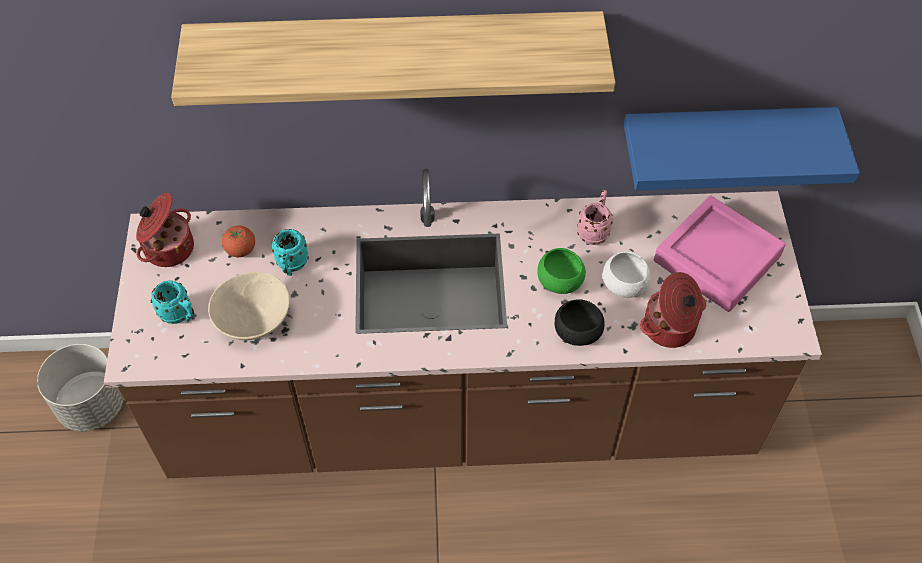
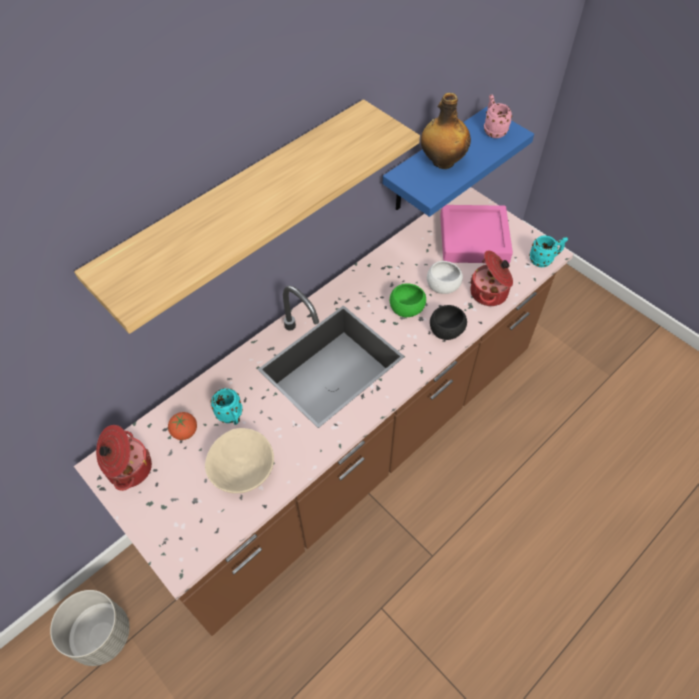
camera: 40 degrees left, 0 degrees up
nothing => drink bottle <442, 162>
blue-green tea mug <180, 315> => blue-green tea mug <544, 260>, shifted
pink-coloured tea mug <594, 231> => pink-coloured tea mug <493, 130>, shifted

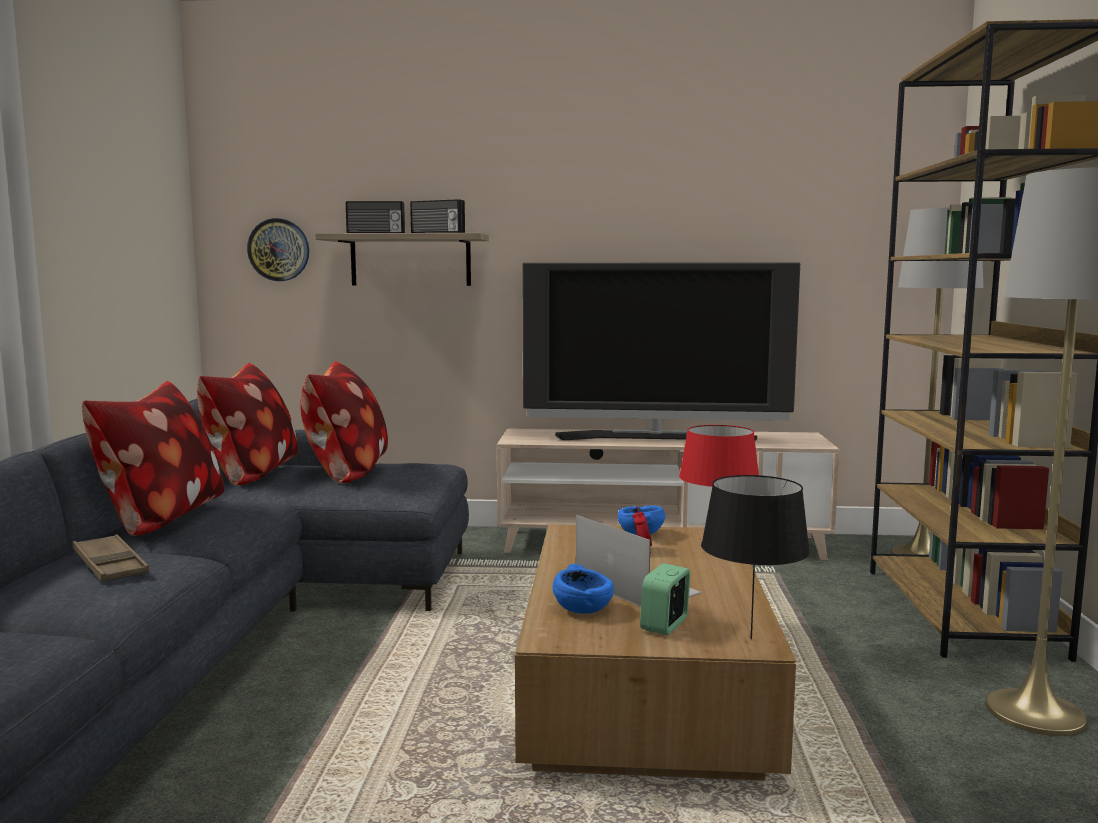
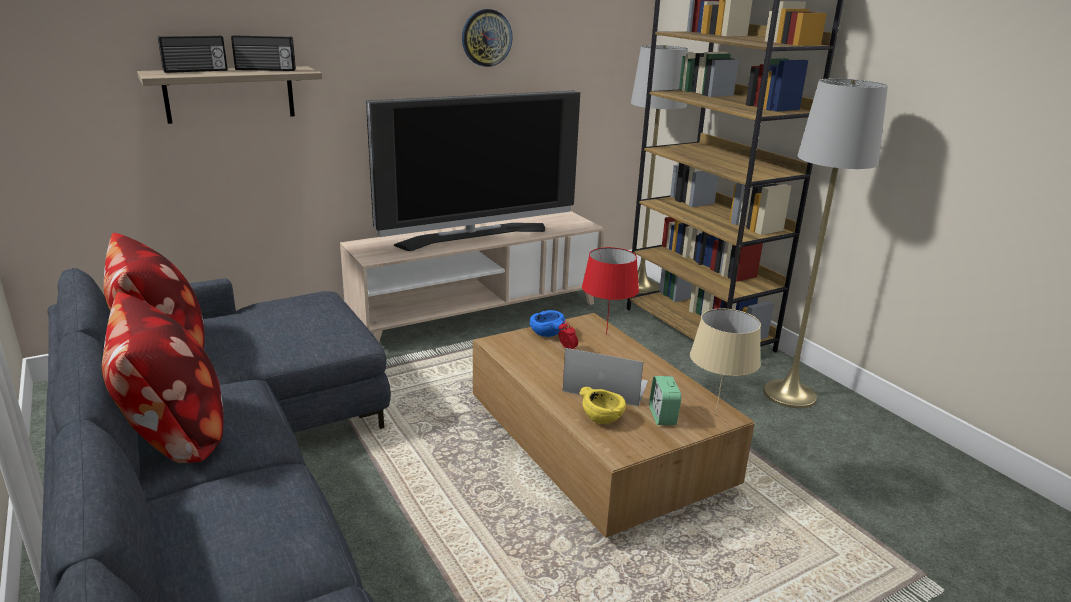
camera: 35 degrees left, 15 degrees up
brown serving tray <110, 565> => nothing
cushion <346, 472> => nothing
clock on the wall <279, 250> => clock on the wall <486, 38>, shifted
blue bowl <583, 609> => yellow bowl <602, 418>
blackish table lamp <750, 639> => sand-coloured table lamp <716, 412>

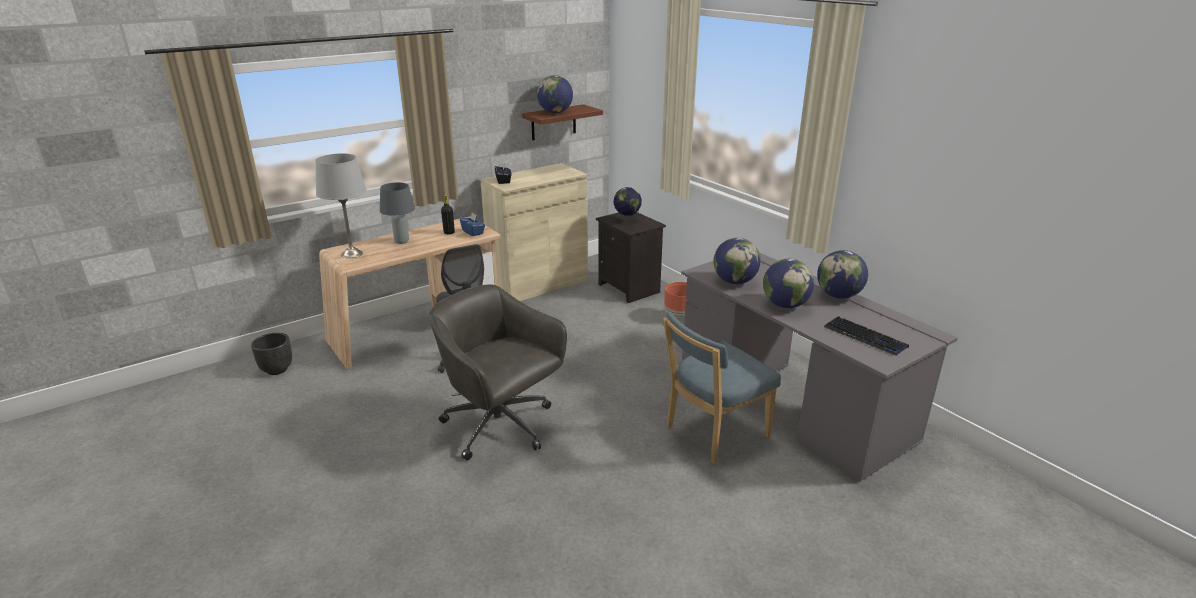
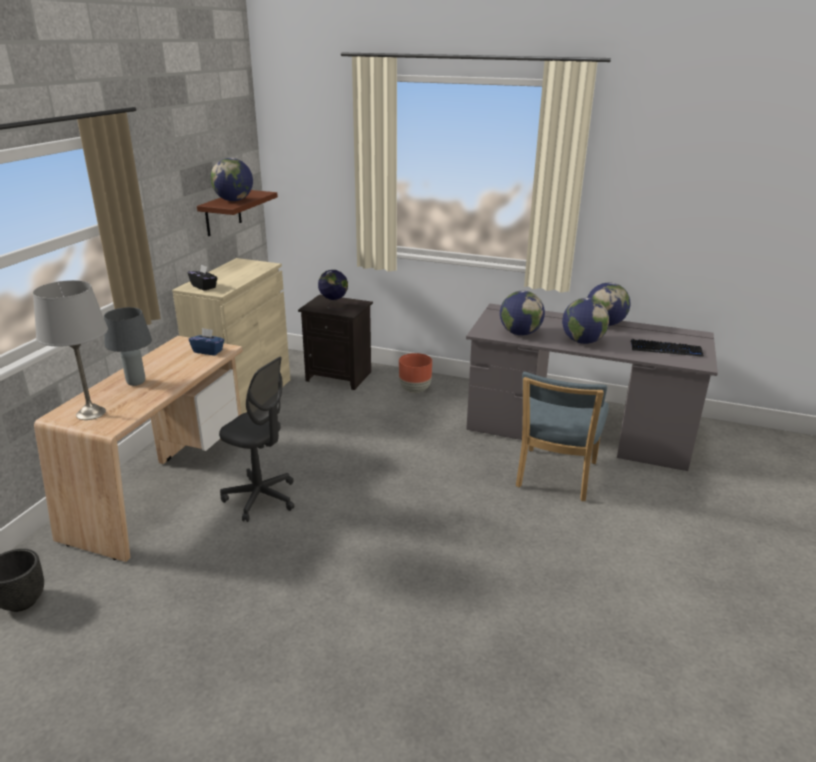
camera: 35 degrees left, 0 degrees up
grey computer chair <501, 427> => nothing
blackish drink bottle <449, 232> => nothing

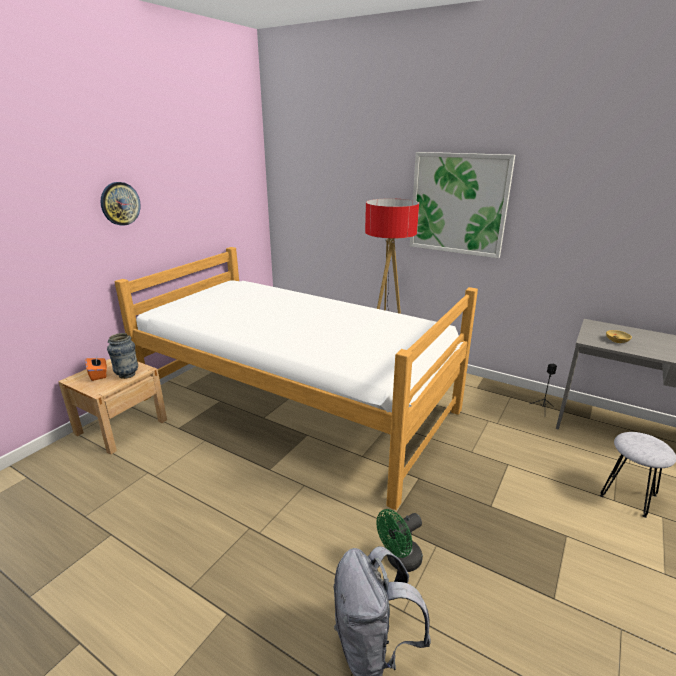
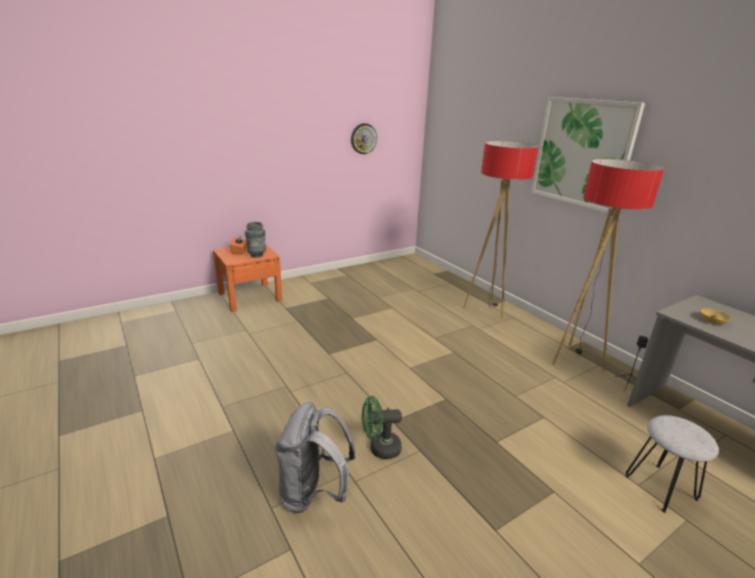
camera: 25 degrees right, 0 degrees up
bedroom bed <297, 404> => nothing
nothing => standard lamp <575, 359>
clock on the wall <120, 203> => clock on the wall <363, 138>, shifted
sand-coloured nightstand <121, 427> => orange-coloured nightstand <250, 297>

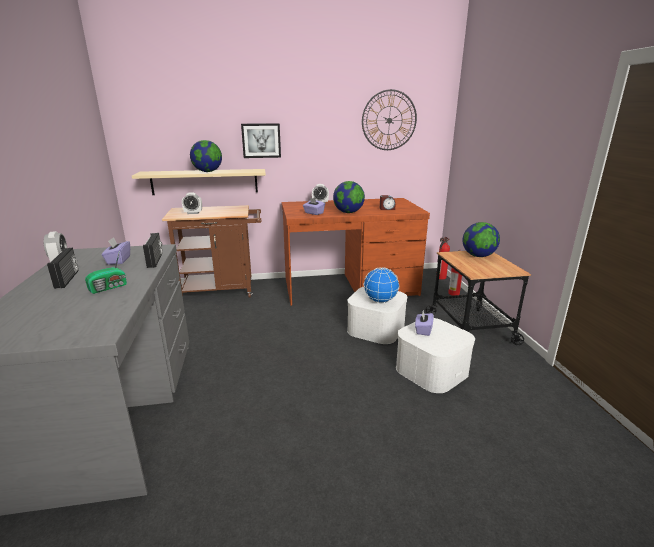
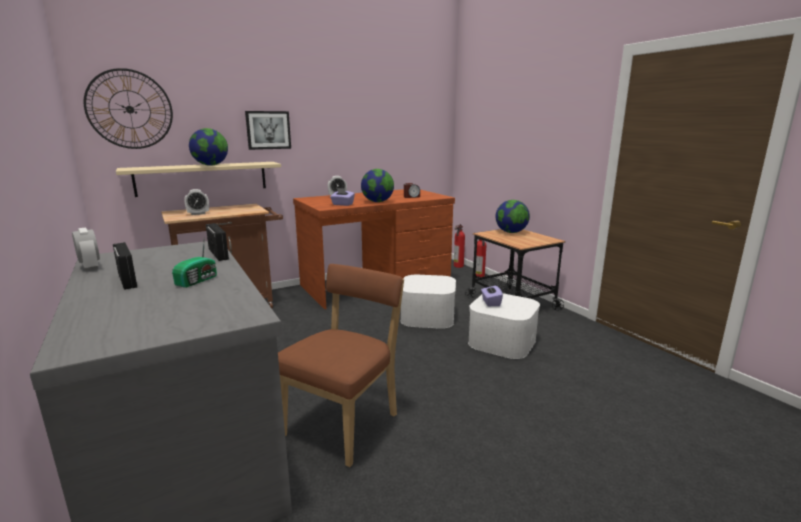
camera: 20 degrees left, 5 degrees down
purple box of tissues <118, 260> => nothing
globe <380, 301> => nothing
nothing => brown chair <345, 422>
clock on the wall <389, 120> => clock on the wall <130, 109>, shifted

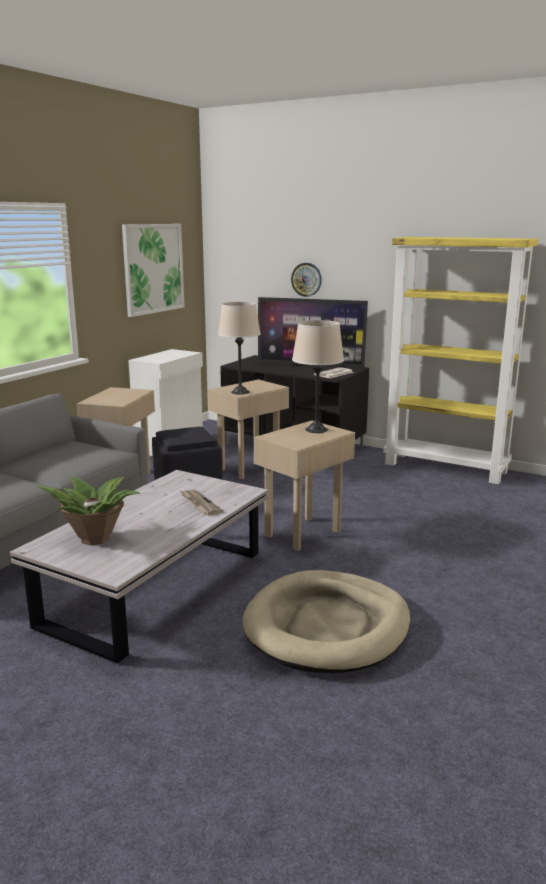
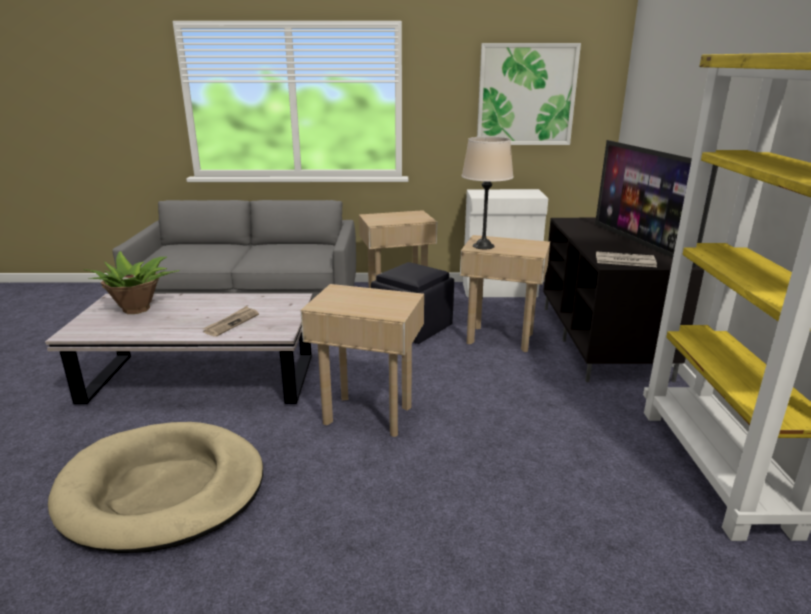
camera: 60 degrees right, 5 degrees up
clock on the wall <306, 279> => nothing
sand-coloured table lamp <316, 429> => nothing

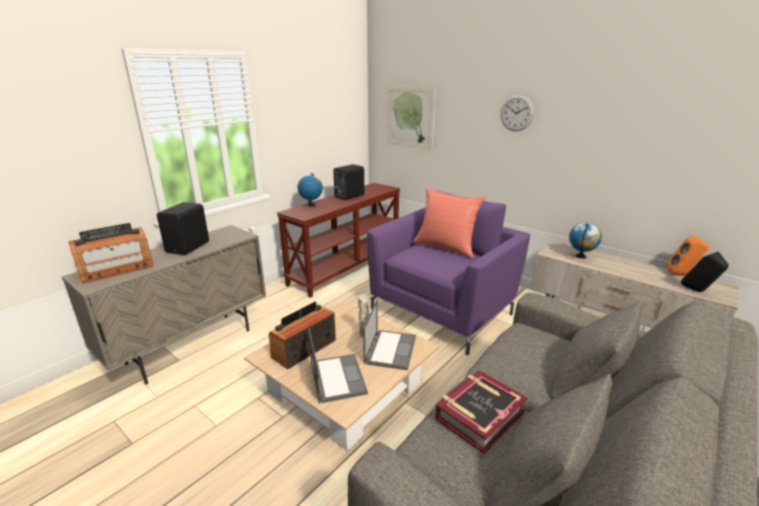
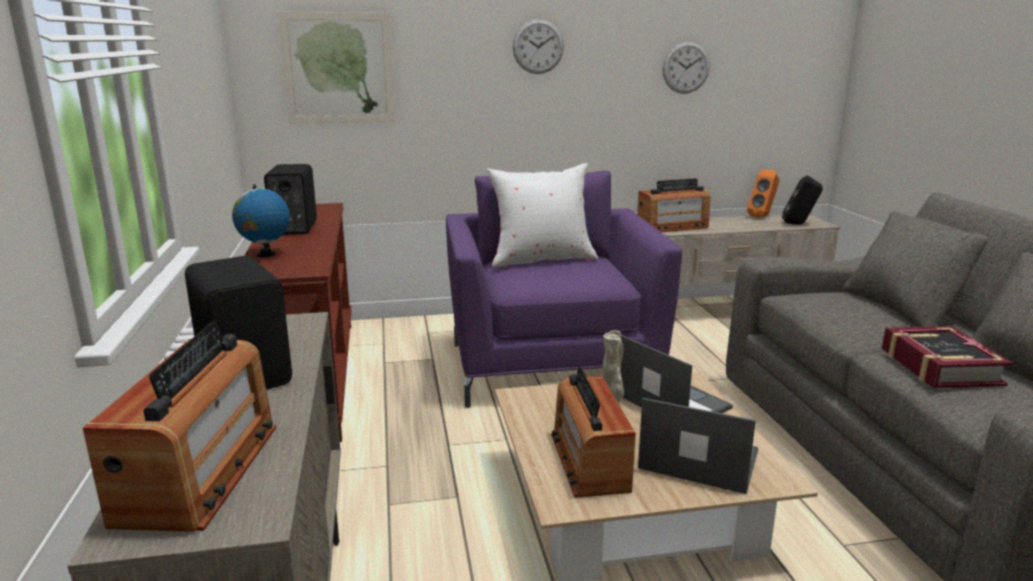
camera: 50 degrees left, 5 degrees down
nothing => clock on the wall <686, 67>
globe <581, 256> => radio receiver <672, 227>
reddish cushion <445, 247> => white-coloured cushion <541, 259>

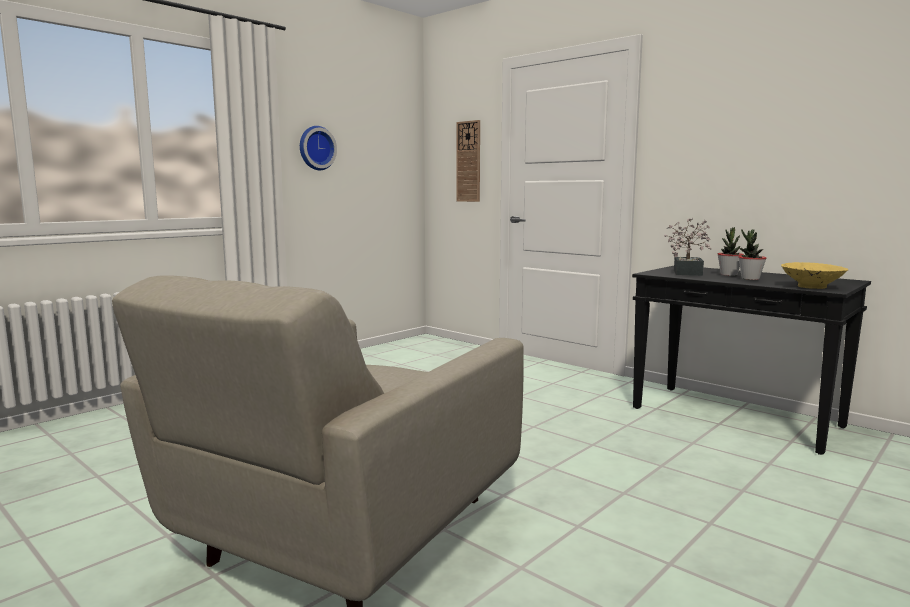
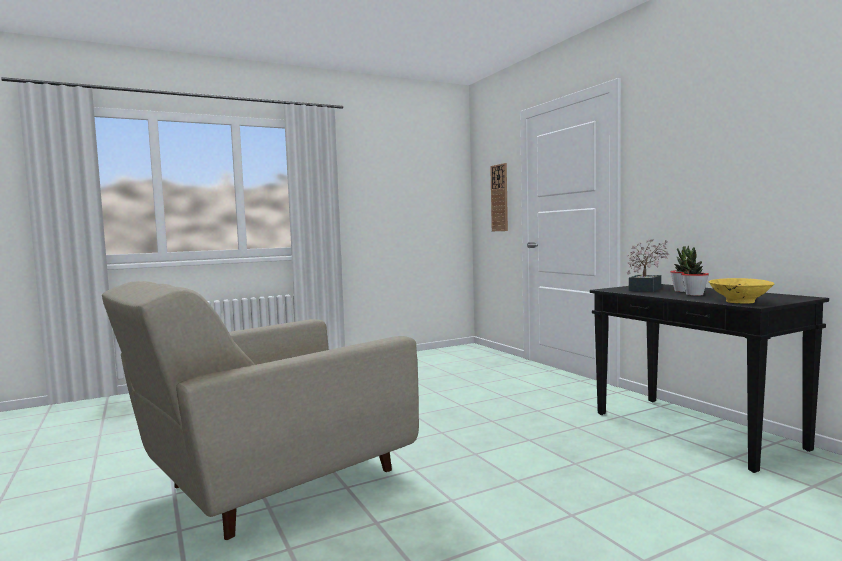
camera: 20 degrees right, 5 degrees down
clock on the wall <316, 148> => nothing

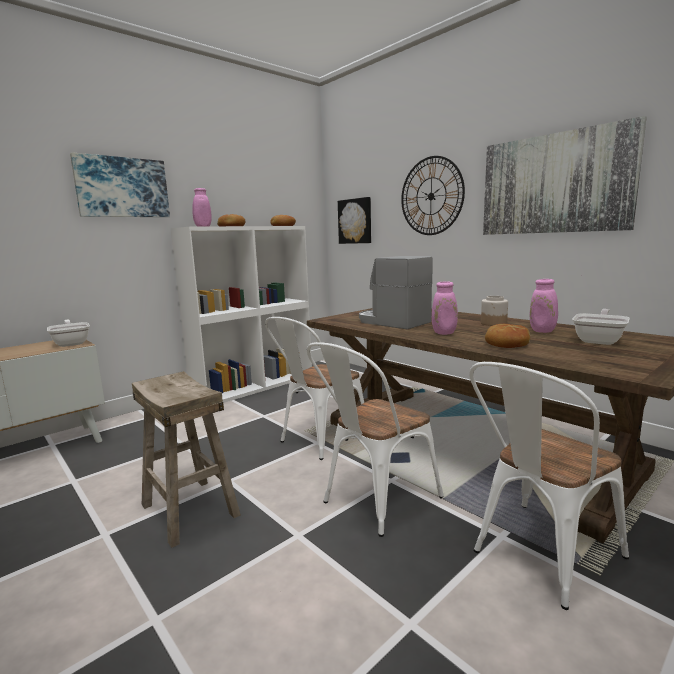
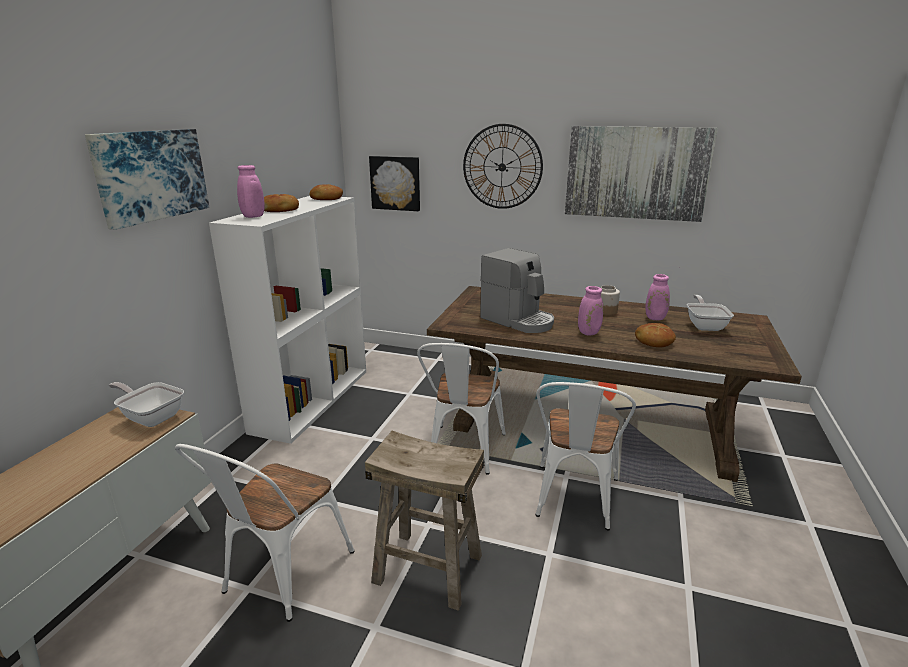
camera: 30 degrees left, 10 degrees up
white-coloured chair <539, 557> => white-coloured chair <280, 577>, shifted
coffee brewer <392, 322> => coffee brewer <518, 320>, 150 degrees counterclockwise

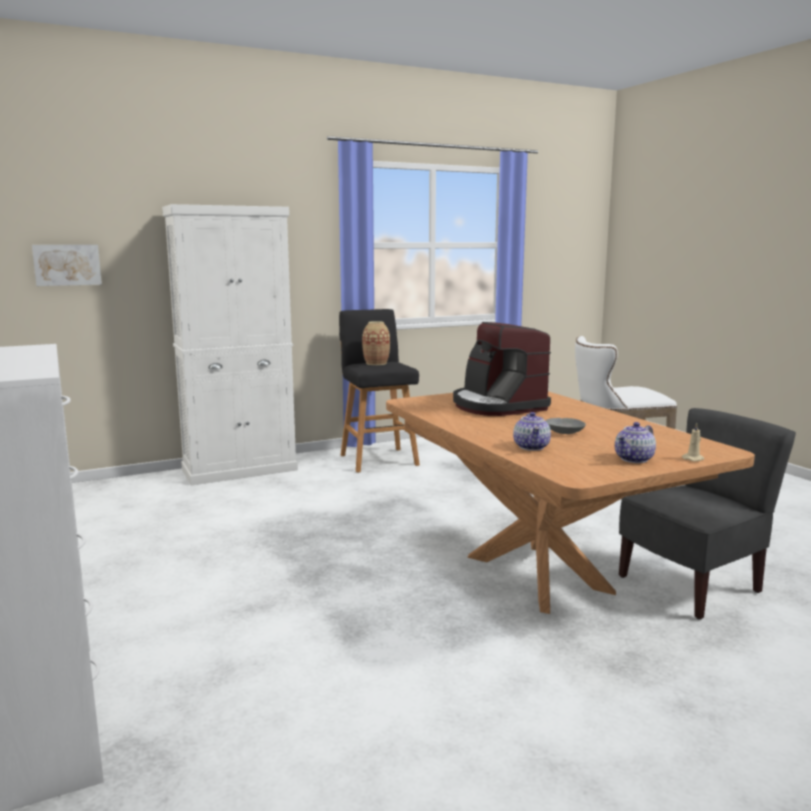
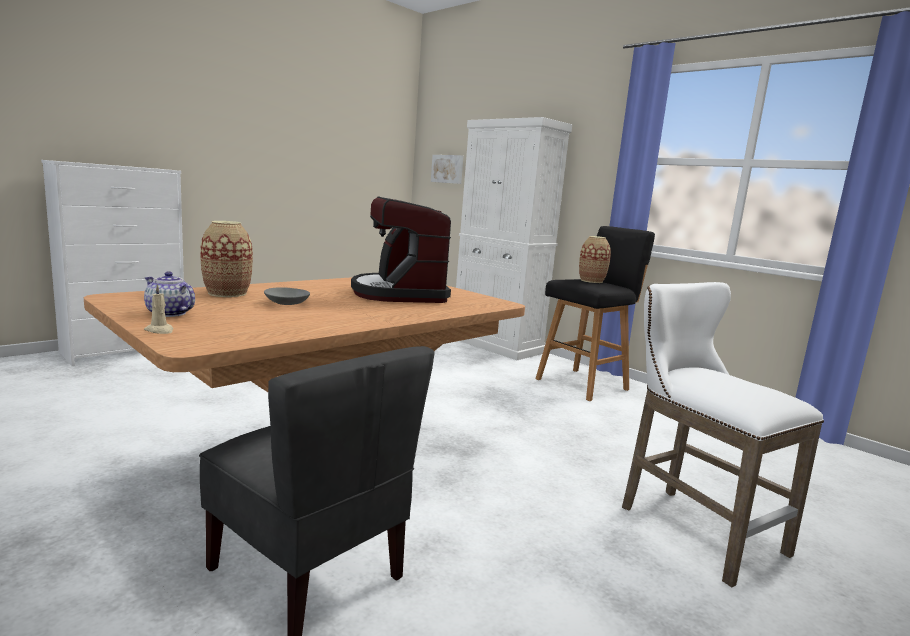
camera: 70 degrees right, 0 degrees up
pot for tea <531, 447> => vase <227, 293>
coffee brewer <497, 406> => coffee brewer <400, 293>, 60 degrees counterclockwise

